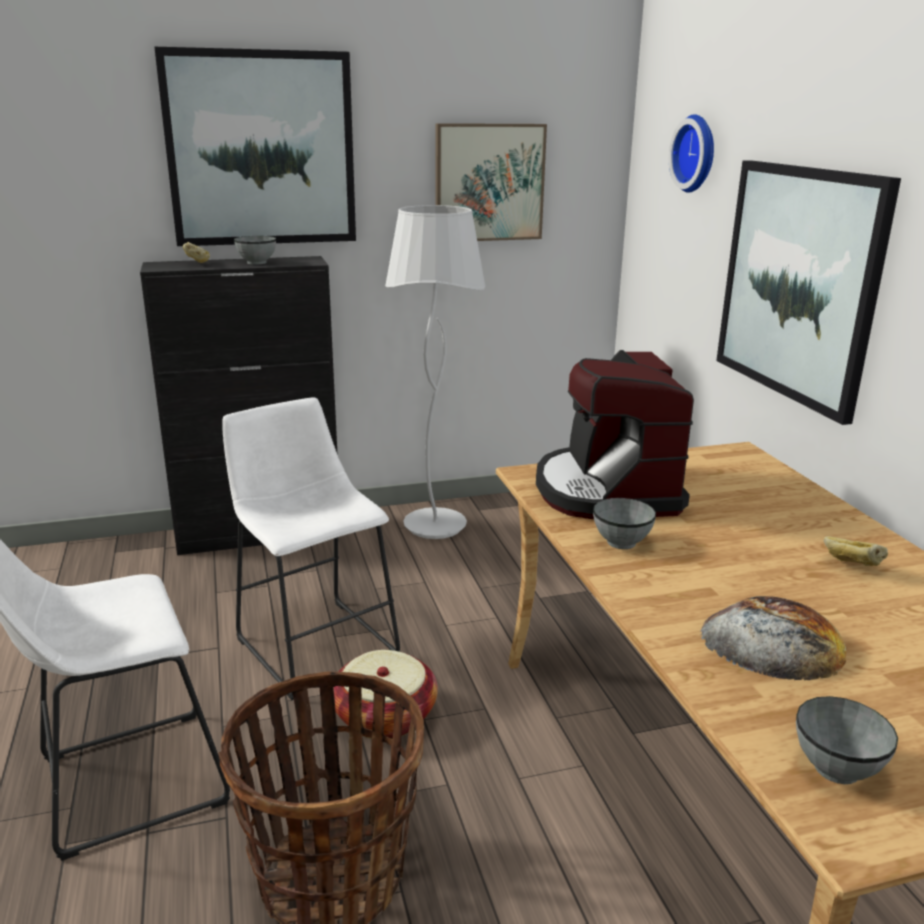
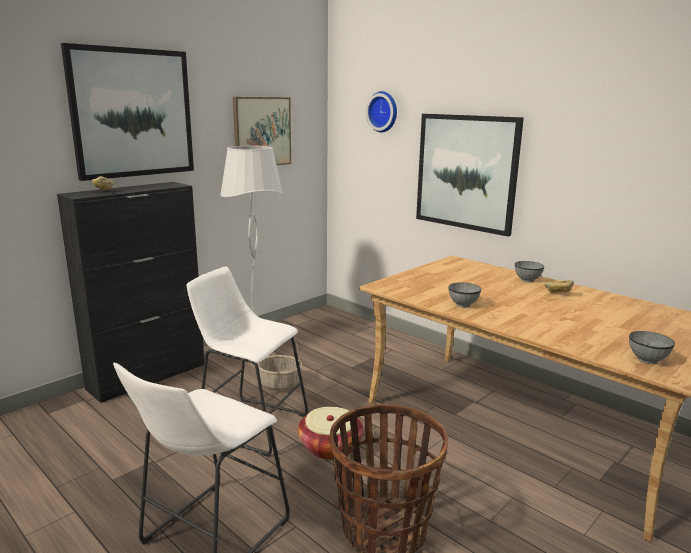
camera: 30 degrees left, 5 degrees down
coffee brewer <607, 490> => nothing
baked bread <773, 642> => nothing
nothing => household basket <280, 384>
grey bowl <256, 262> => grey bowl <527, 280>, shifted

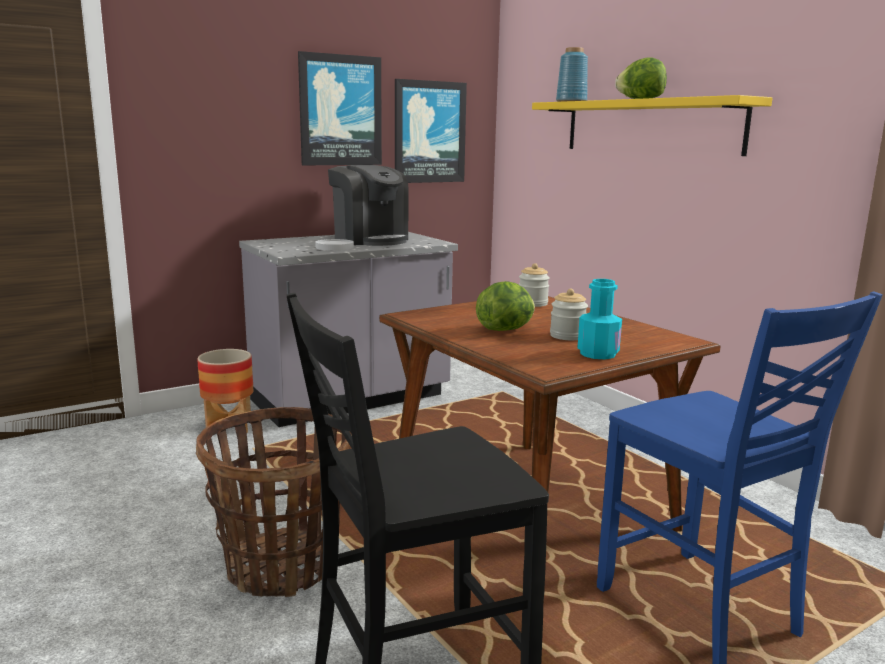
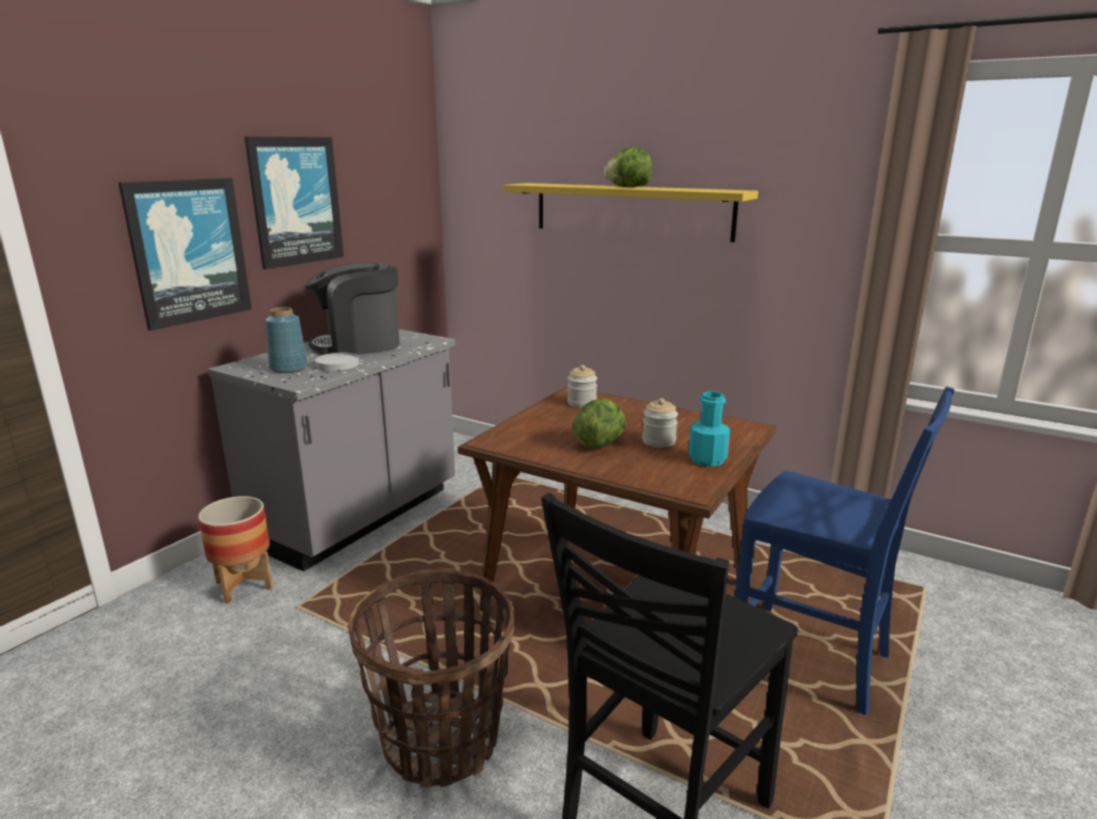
camera: 25 degrees left, 5 degrees up
wall art <429, 132> => wall art <188, 251>, shifted
blue vase <572, 102> => blue vase <289, 368>, shifted
coffee brewer <370, 239> => coffee brewer <358, 345>, 135 degrees clockwise

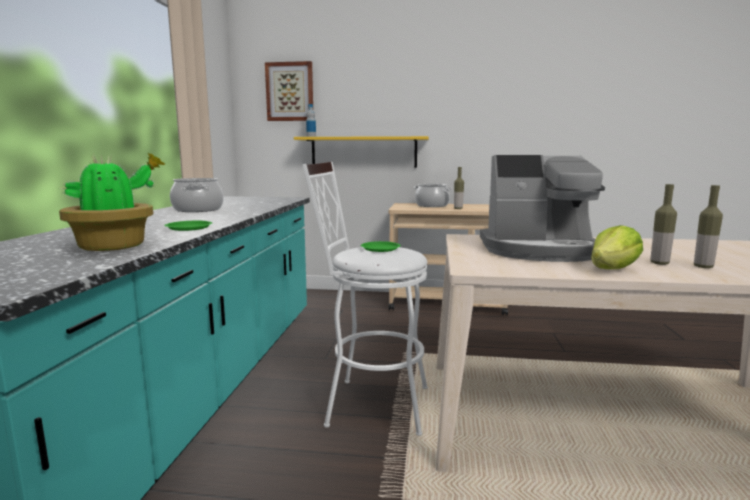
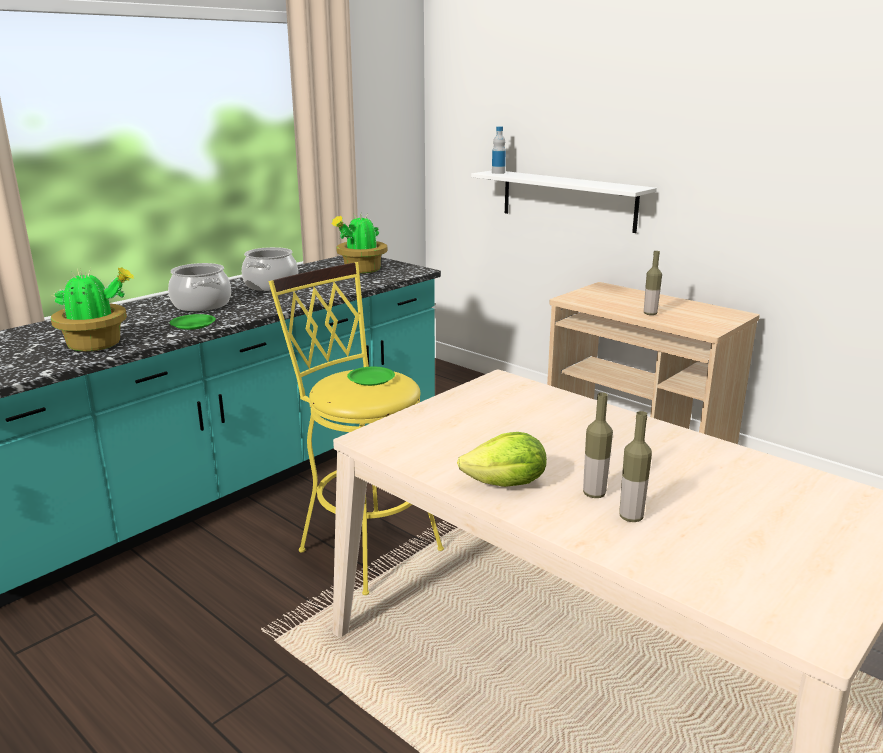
camera: 35 degrees right, 10 degrees up
wall art <290, 92> => nothing
coffee brewer <538, 250> => nothing
nothing => plant in a pot <361, 270>
saucepot <432, 205> => saucepot <201, 305>, shifted
yellow shelf <363, 152> => white-coloured shelf <568, 200>
white-coloured stool seat <368, 404> => yellow stool seat <363, 545>

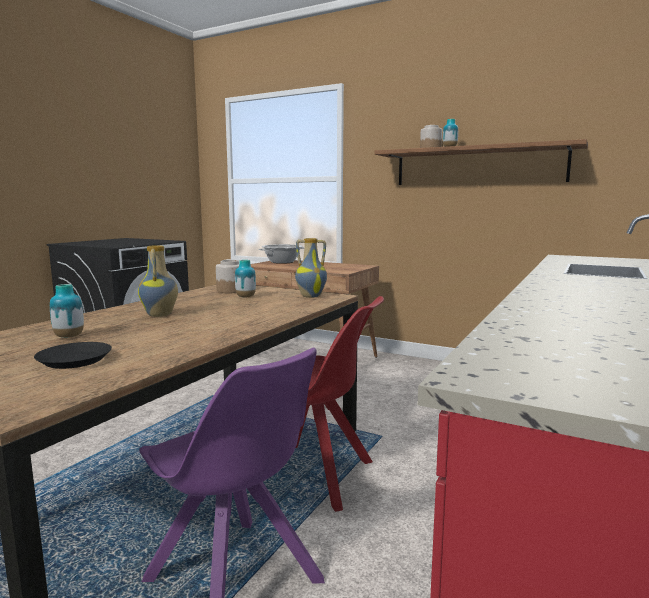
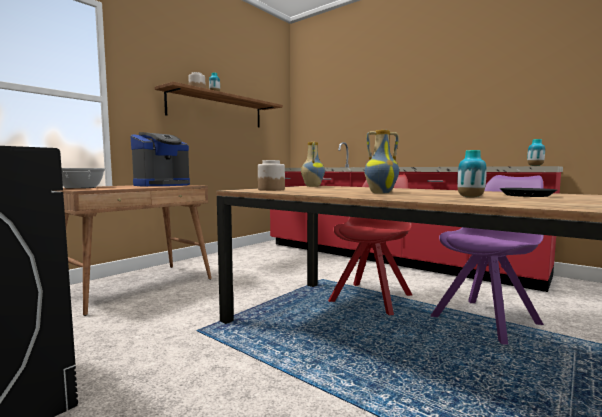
camera: 80 degrees left, 5 degrees down
nothing => coffee brewer <162, 185>
vase <245, 297> => vase <535, 166>, shifted

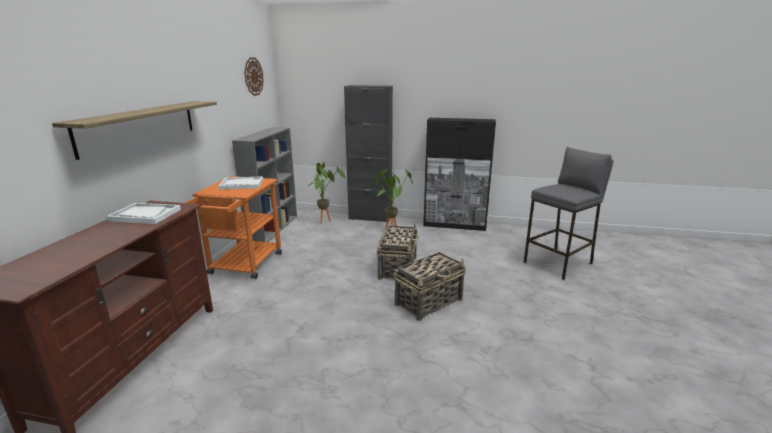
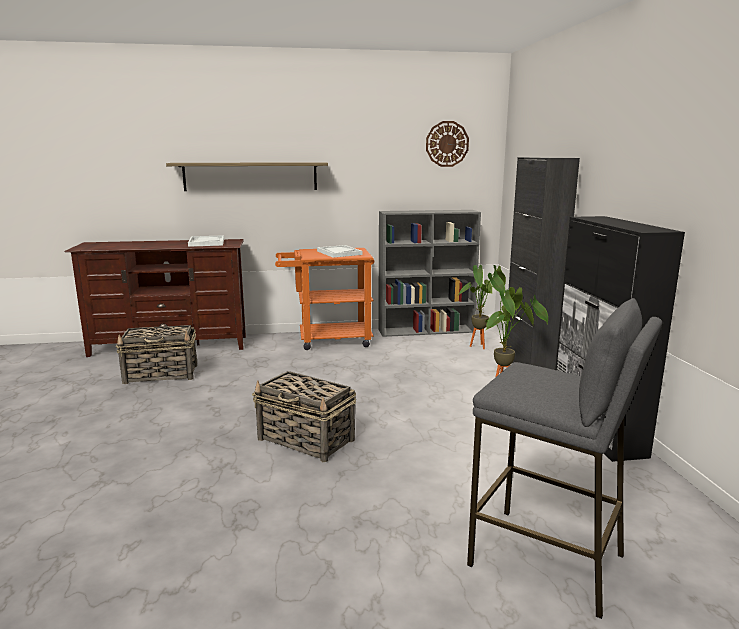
camera: 70 degrees right, 5 degrees down
household basket <398, 267> => household basket <162, 374>, shifted

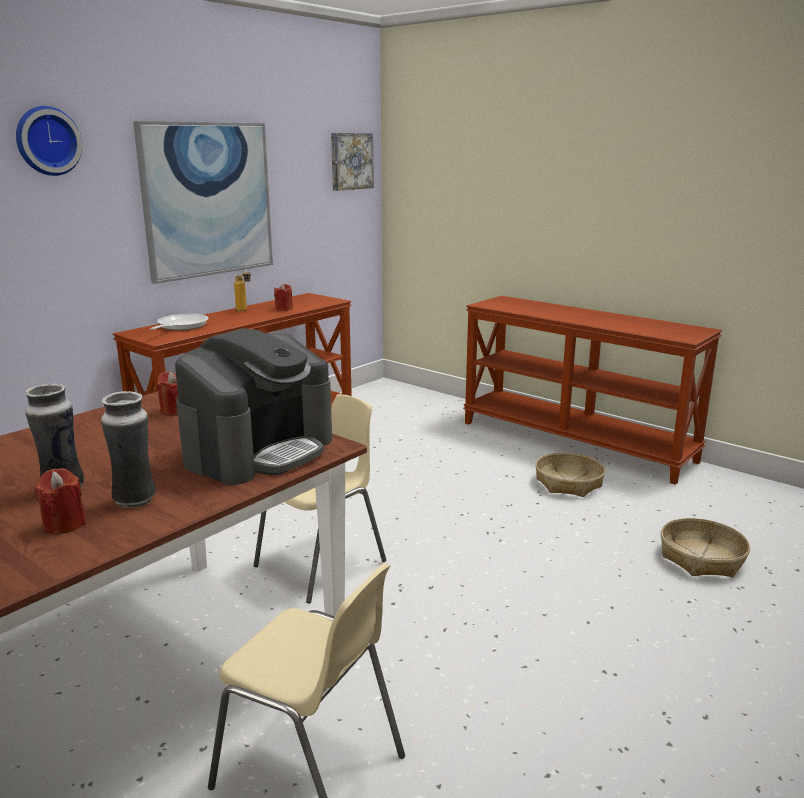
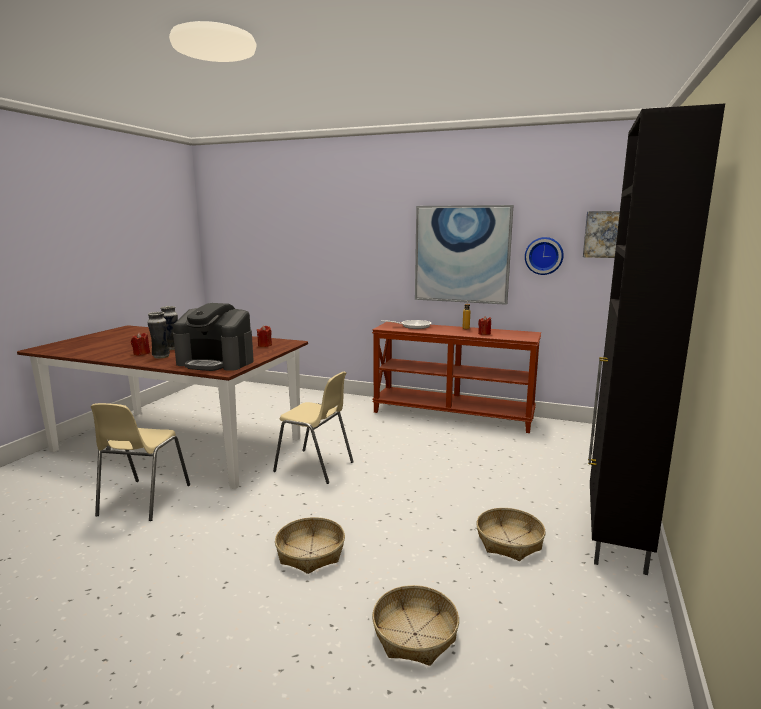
camera: 70 degrees right, 5 degrees down
nothing => household basket <310, 553>
clock on the wall <47, 141> => clock on the wall <544, 256>, shifted
brown console table <576, 441> => blackish cabinet <615, 537>

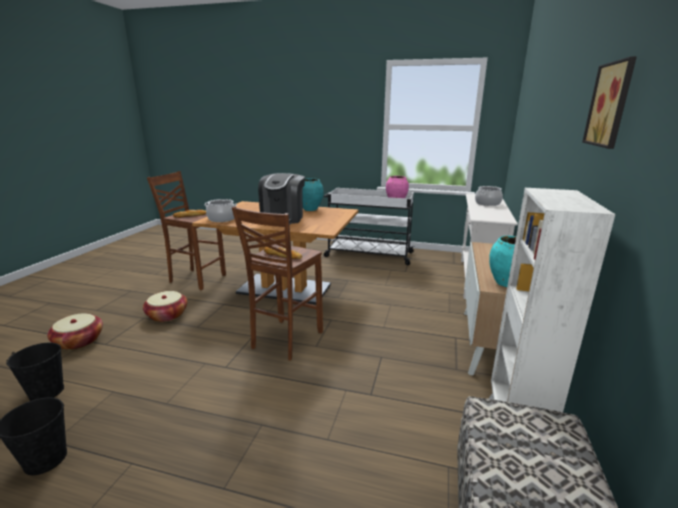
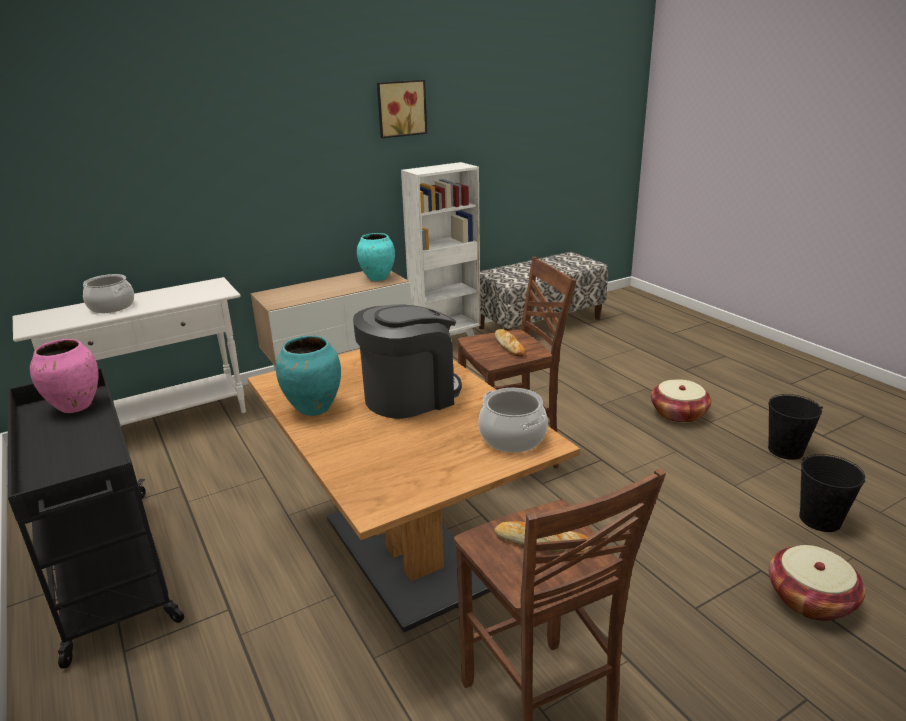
camera: 135 degrees left, 5 degrees up
household basket <167, 315> => household basket <678, 414>, shifted
white-coloured cart <368, 254> => blackish cart <110, 570>

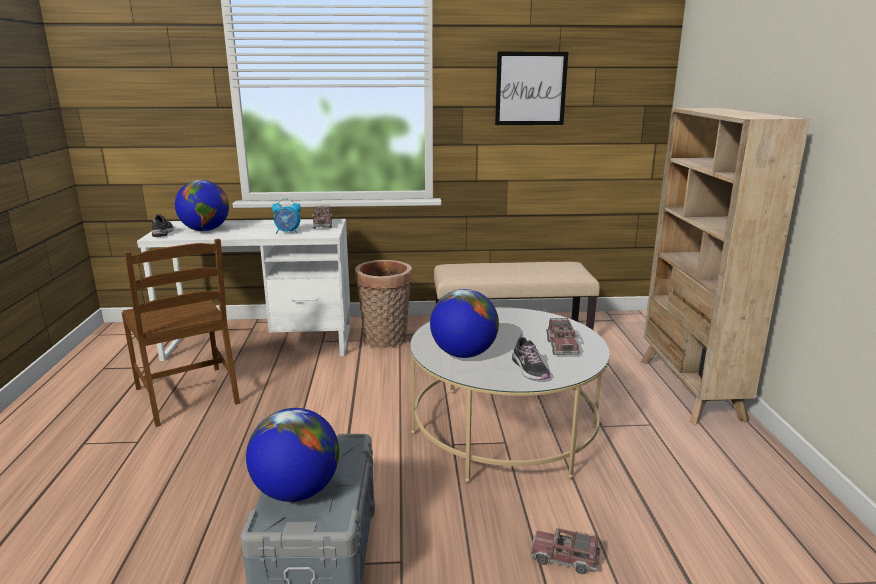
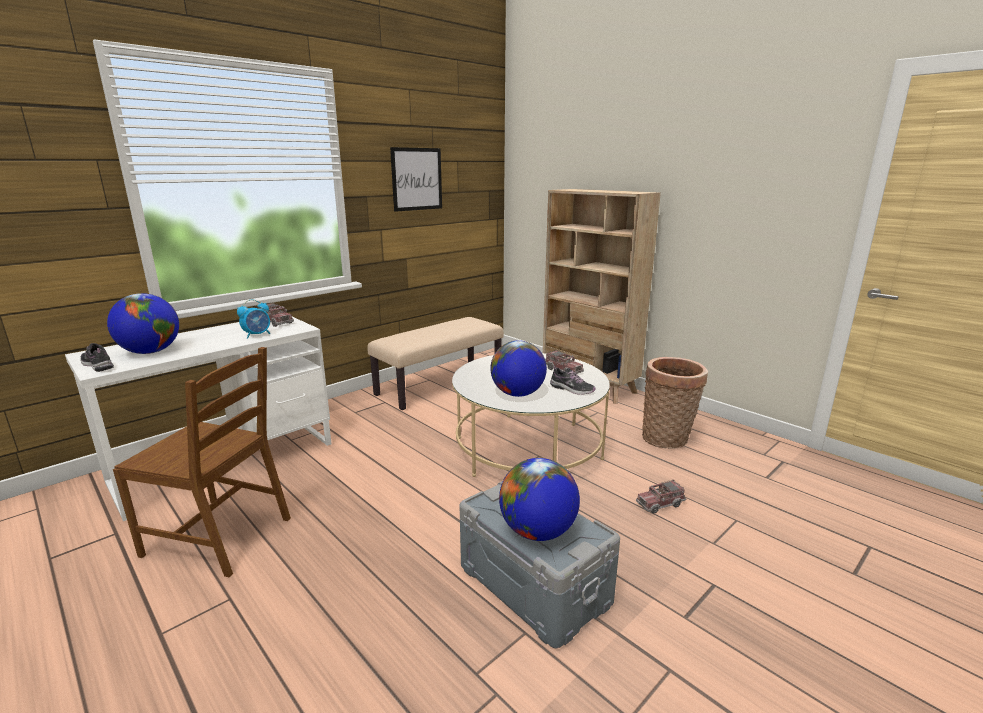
camera: 40 degrees left, 0 degrees up
household basket <385, 341> => household basket <667, 439>, shifted

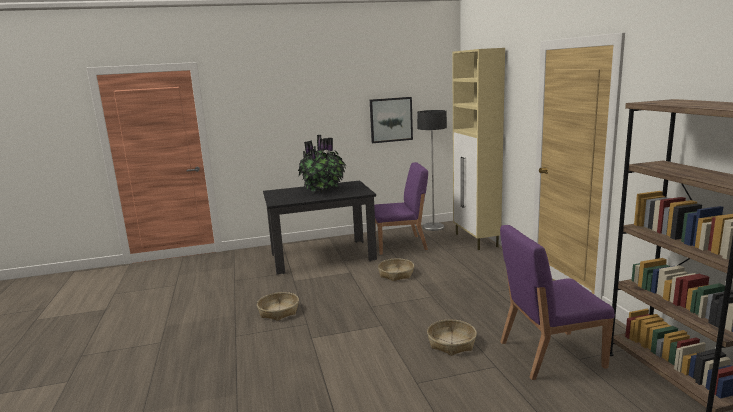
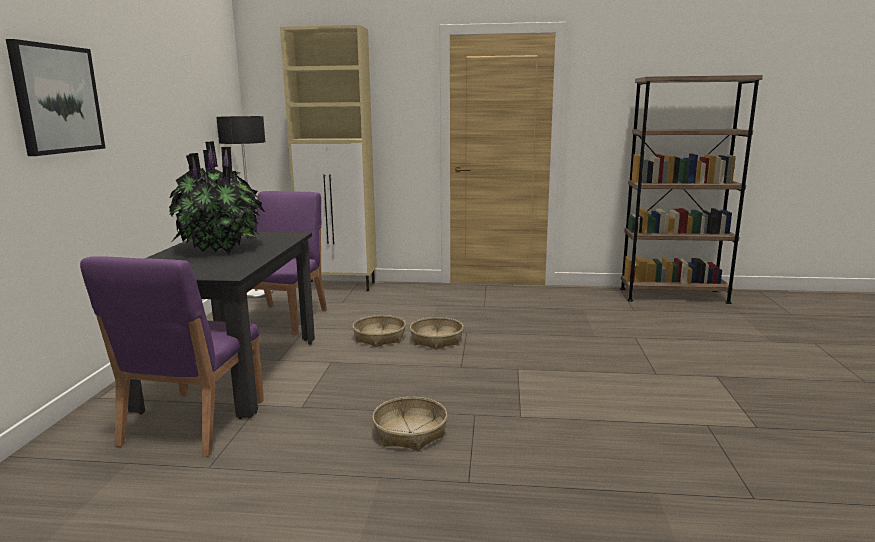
camera: 70 degrees left, 0 degrees up
wall art <391, 119> => wall art <57, 99>, shifted
household basket <452, 343> => household basket <437, 340>, shifted
purple chair <549, 354> => purple chair <192, 423>, shifted

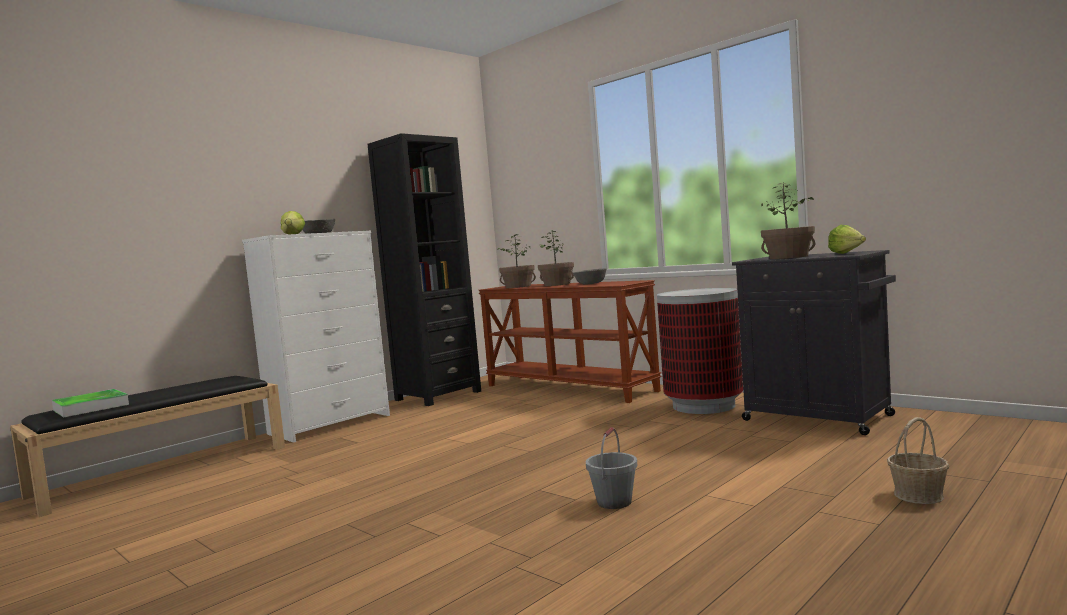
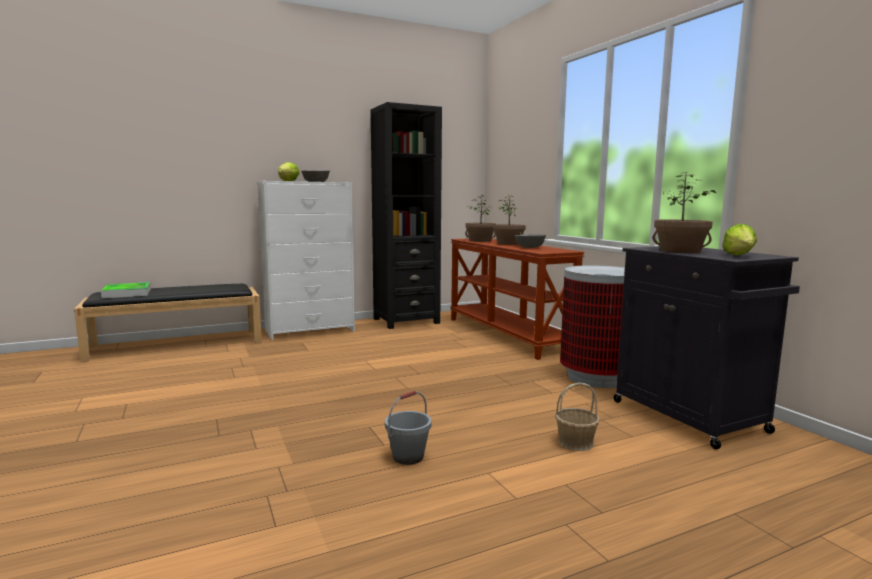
camera: 20 degrees right, 5 degrees up
household basket <919, 495> => household basket <576, 442>, shifted

